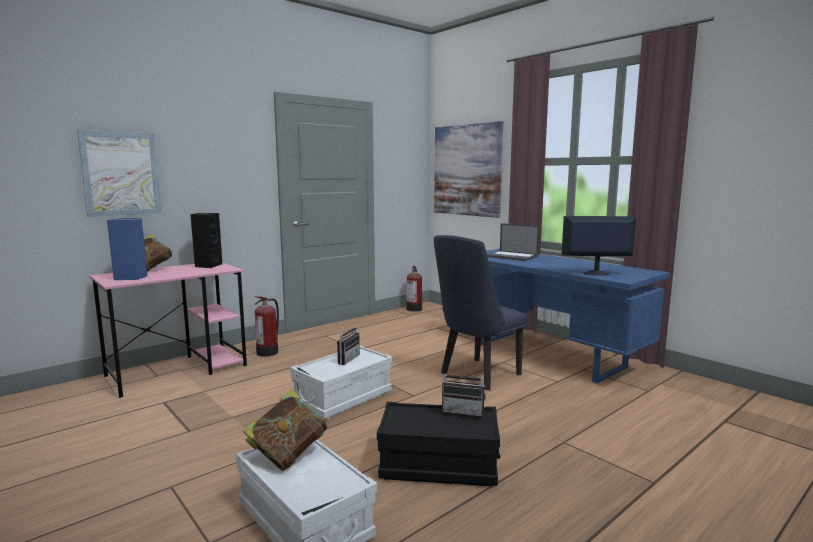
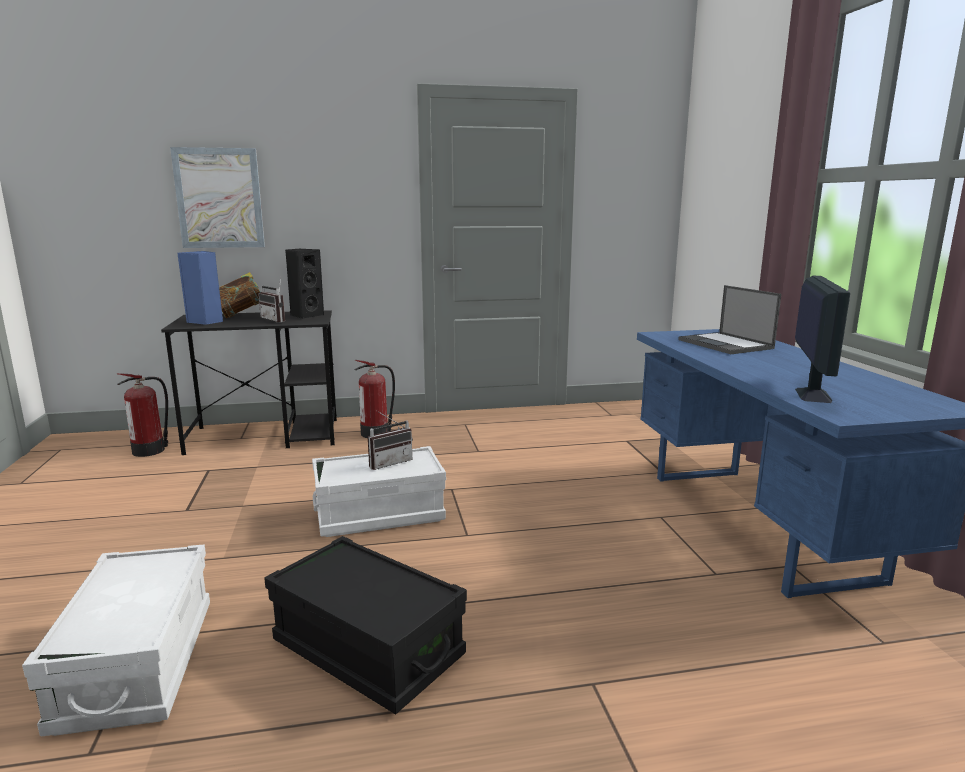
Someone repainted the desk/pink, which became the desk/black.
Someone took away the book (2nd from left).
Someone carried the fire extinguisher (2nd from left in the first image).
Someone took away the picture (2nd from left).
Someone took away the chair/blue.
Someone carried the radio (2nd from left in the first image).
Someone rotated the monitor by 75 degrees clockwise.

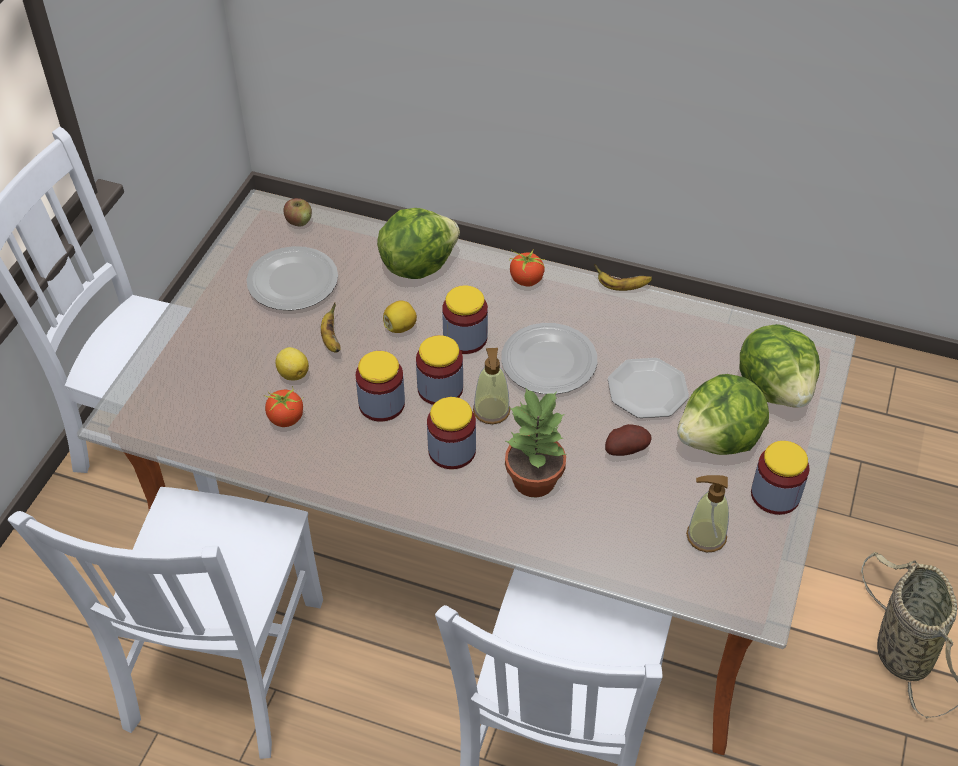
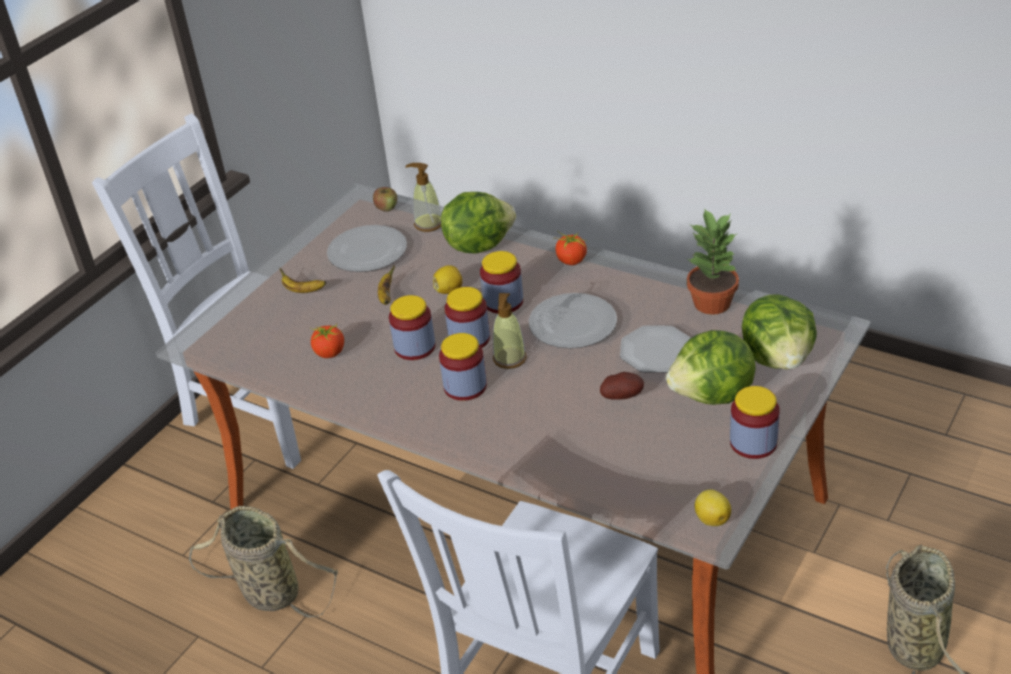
Someone swapped the chair/white (2nd from left) for the basket (1st from left).
Someone carried the lemon (1st from left in the first image).
Someone carried the potted plant.
Someone carried the banana (2nd from left in the first image).
Someone carried the soap dispenser (2nd from left in the first image).

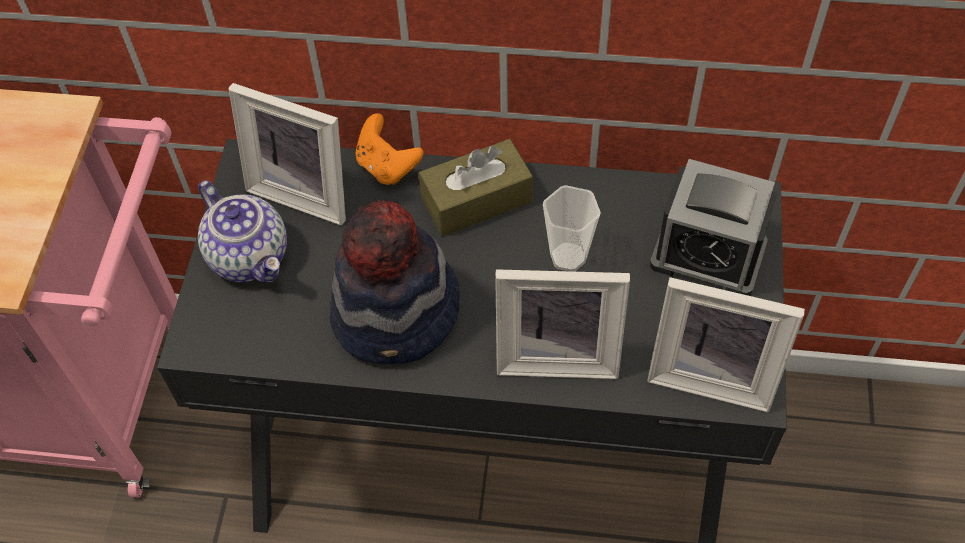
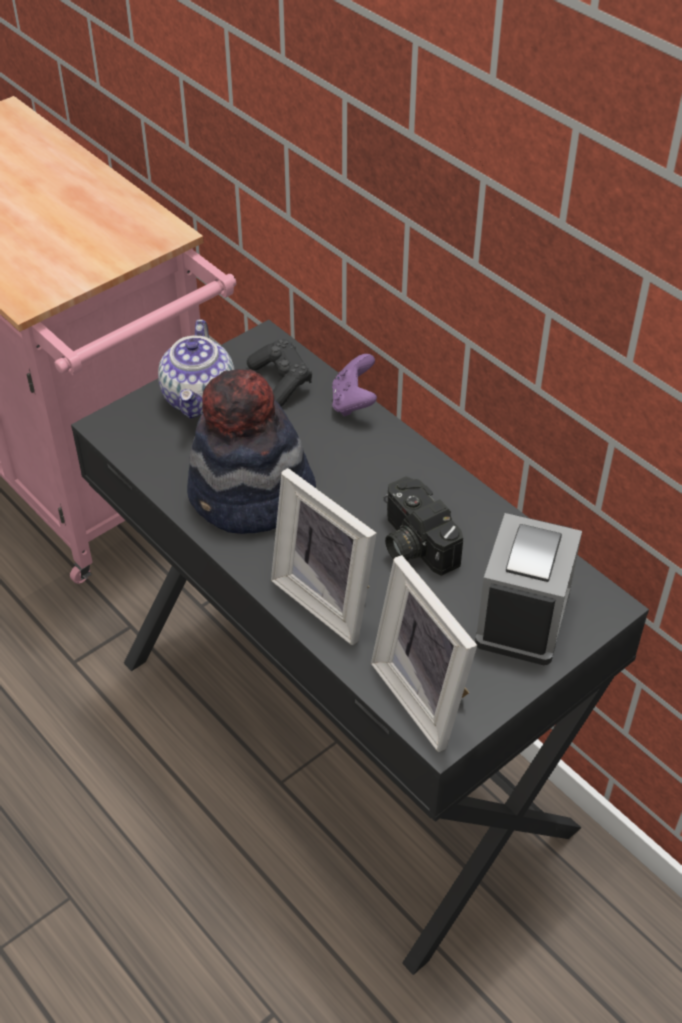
Someone swapped the picture frame (1st from left) for the game controller/black.
Someone repainted the game controller/orange, which became the game controller/purple.
Someone took away the tissue box/brown.
Someone swapped the cup for the photo camera.
Someone rotated the alarm clock by 135 degrees counterclockwise.

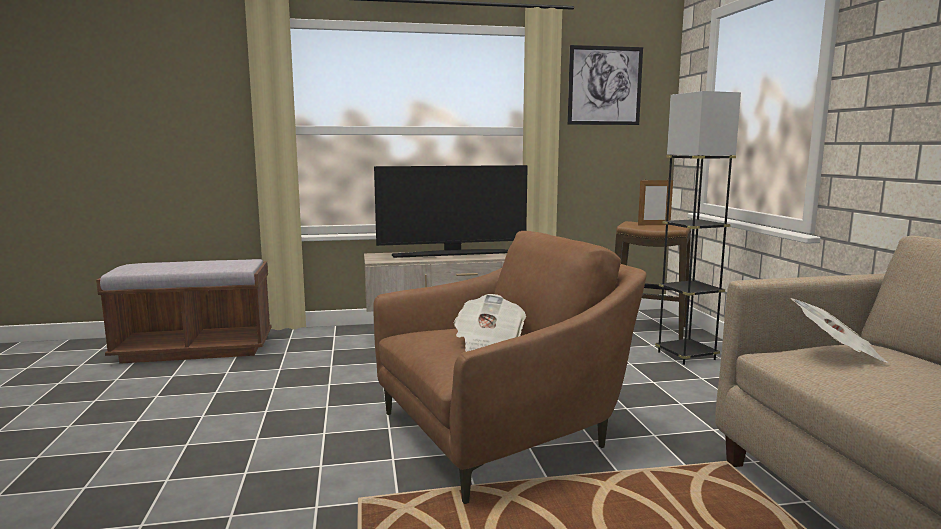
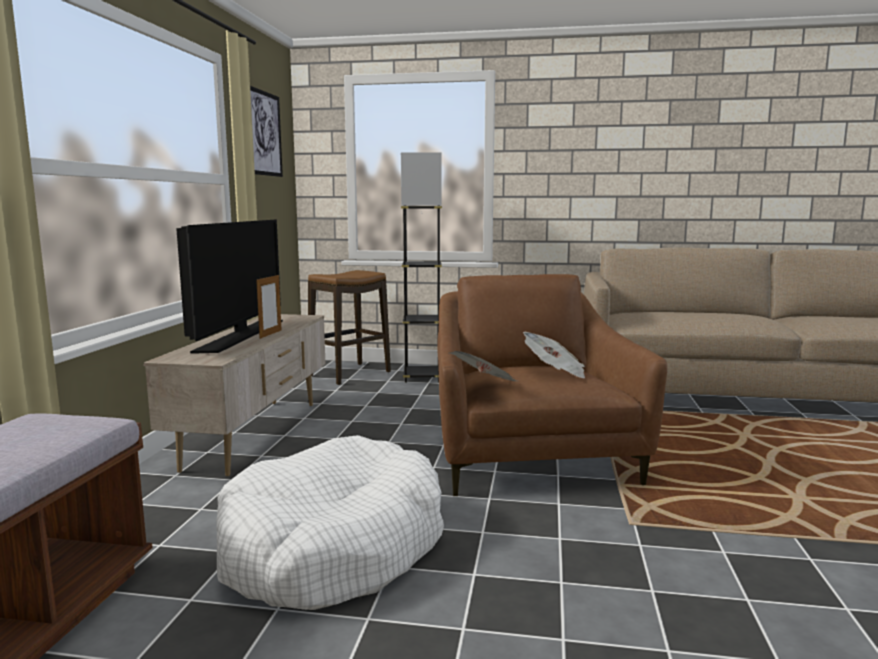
Someone carried the picture frame.
Someone carried the newspaper (2nd from left in the first image).
Someone put down the dog bed/white.

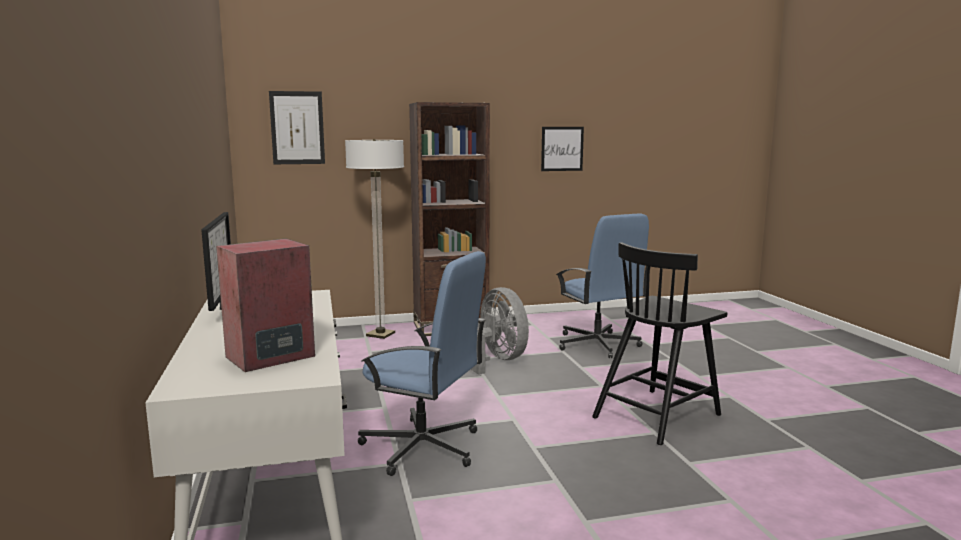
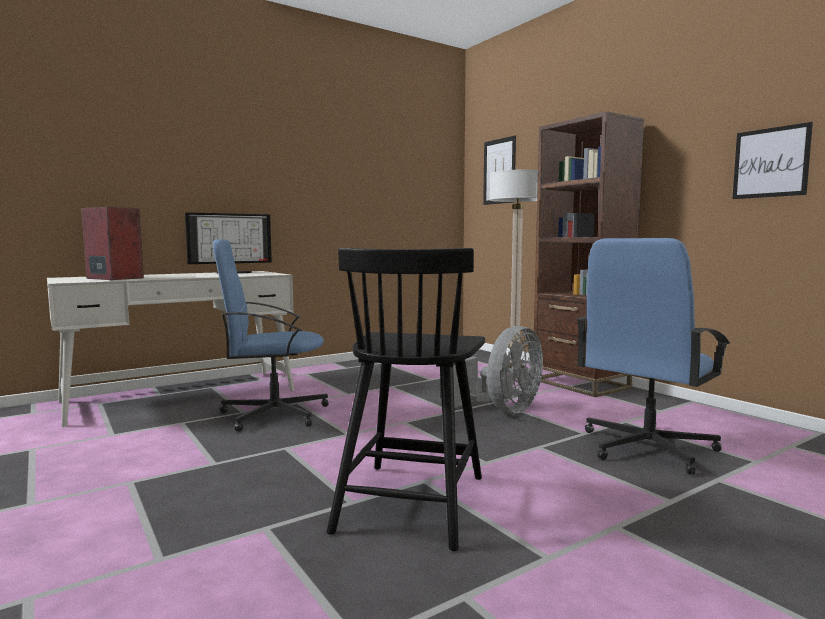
Someone rotated the office chair/blue (1st from left) by 75 degrees clockwise.
Someone rotated the chair/black by 105 degrees counterclockwise.

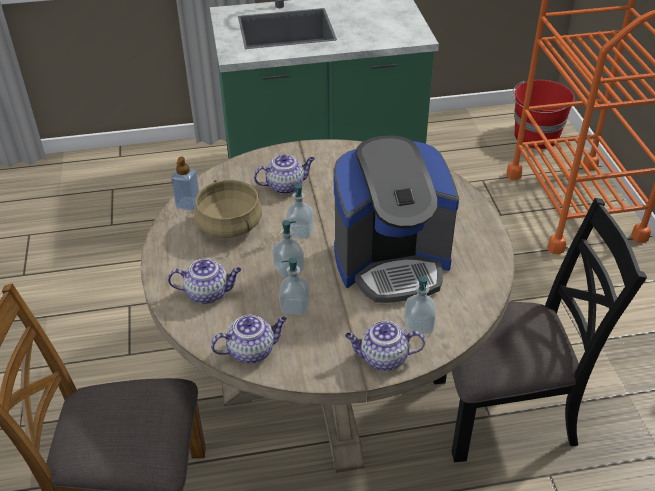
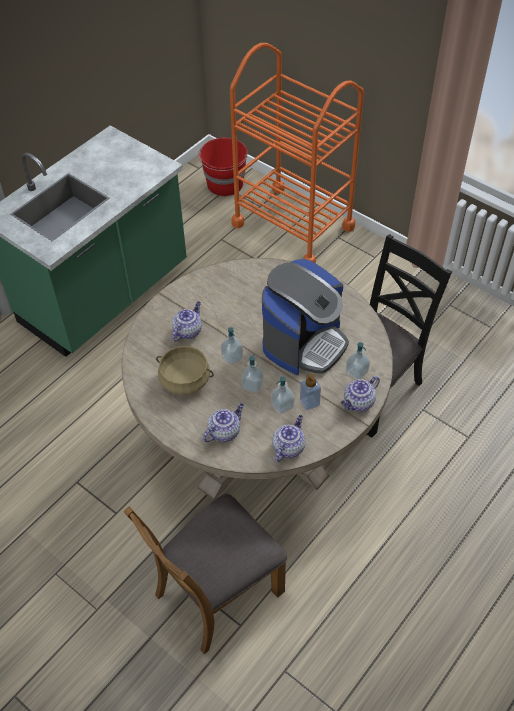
Someone carried the soap dispenser (1st from left in the first image).

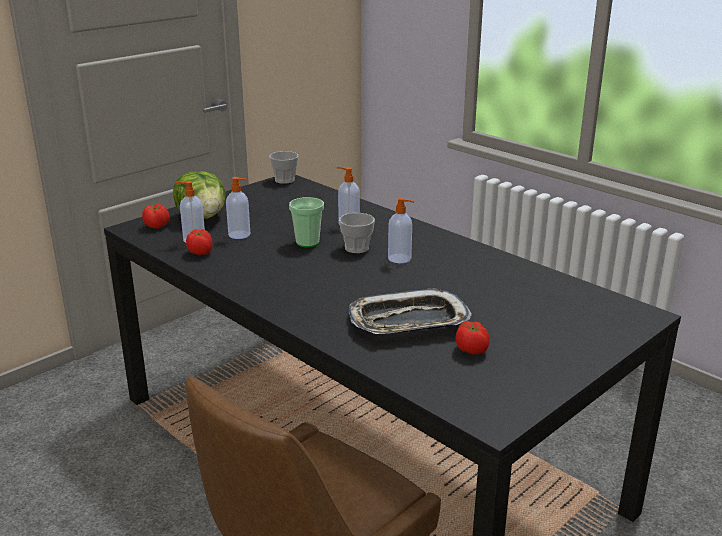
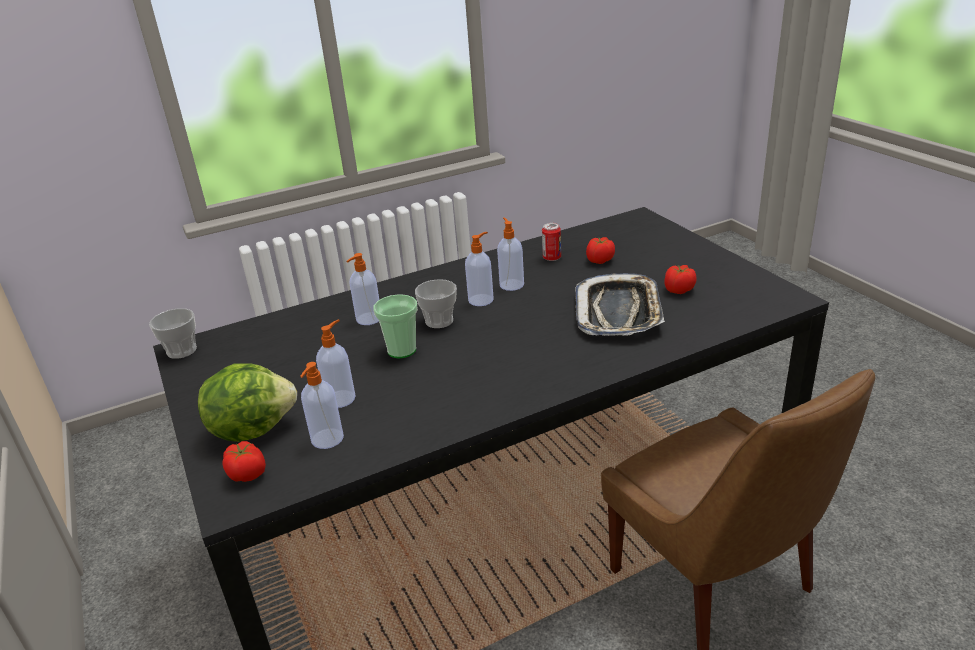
Someone carried the tomato (2nd from left).
Someone put down the soap dispenser (5th from left).
Someone put down the can.

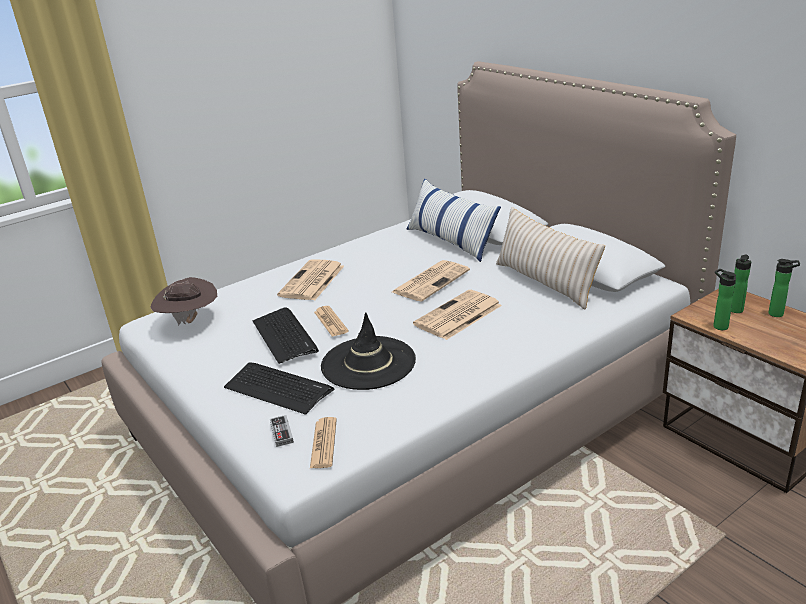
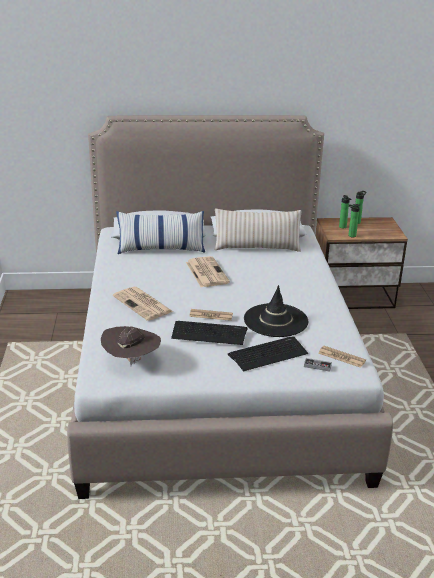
Someone took away the newspaper (5th from left).

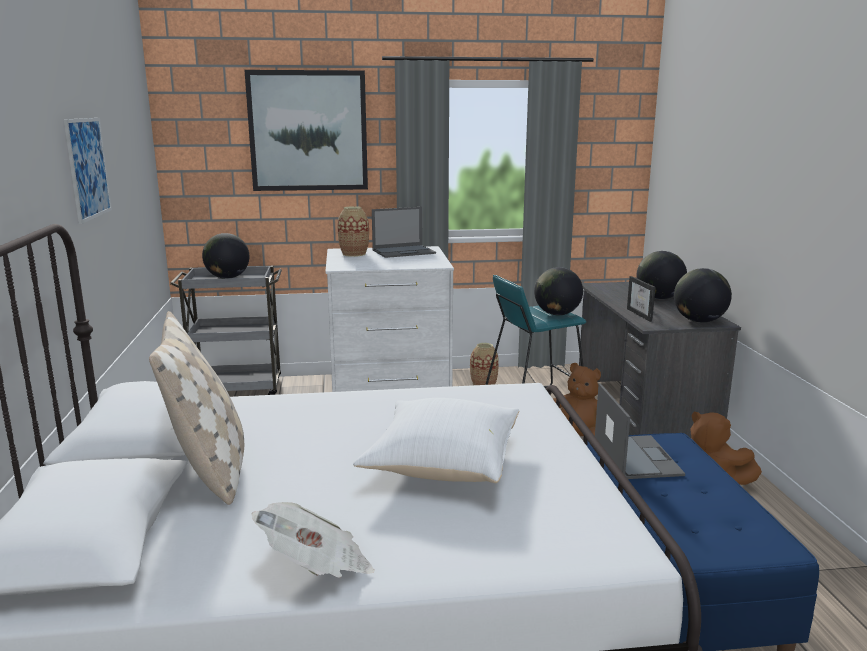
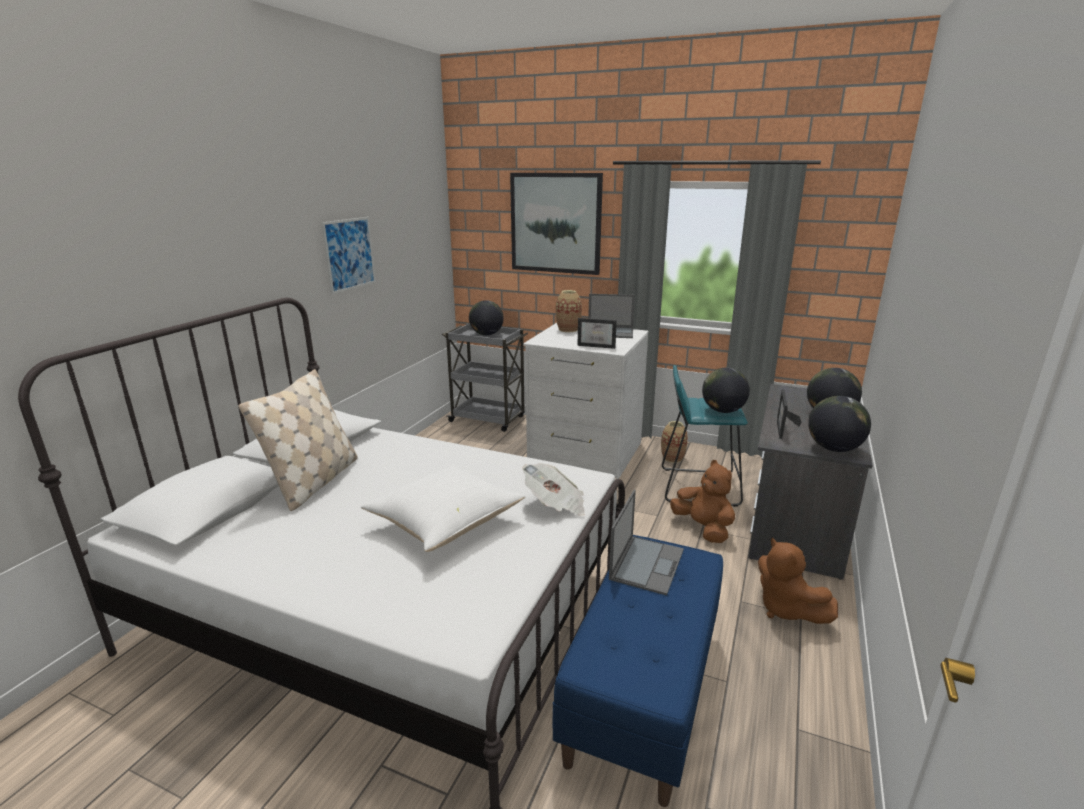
Someone carried the newspaper.
Someone put down the picture frame (1st from left).

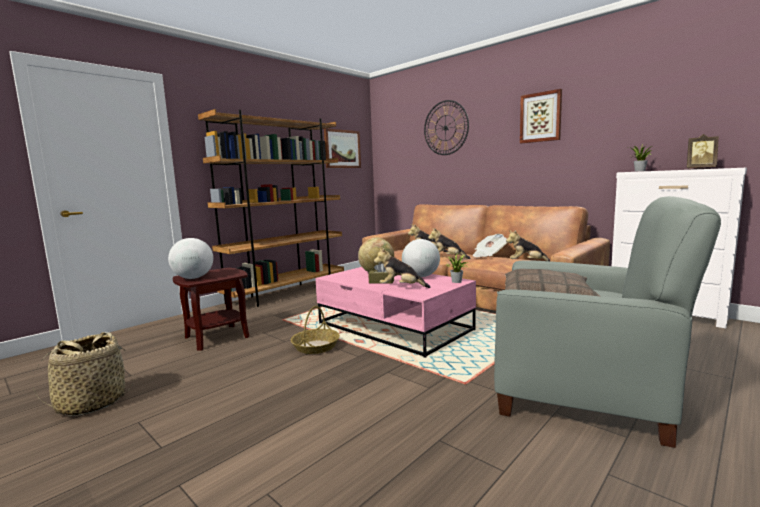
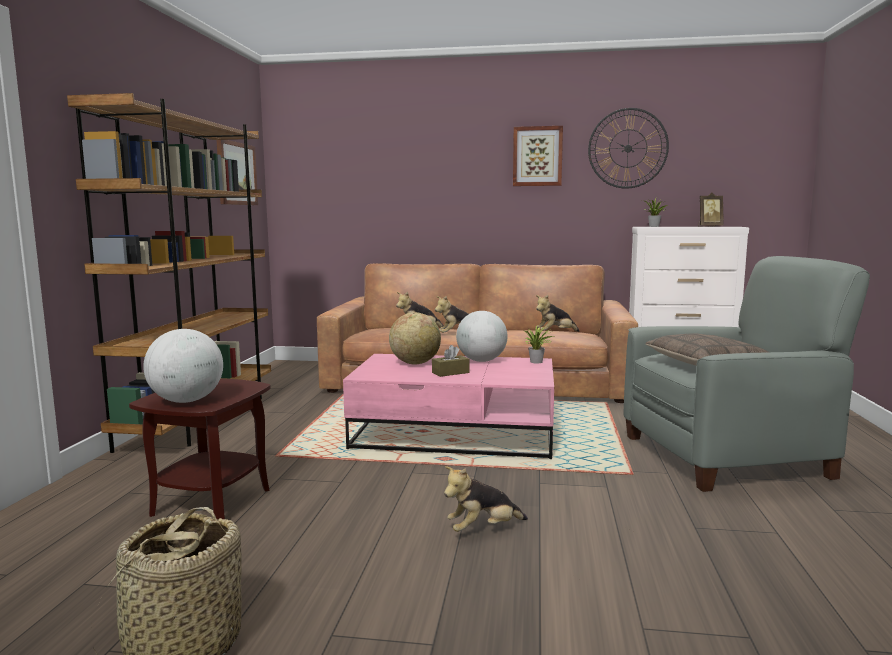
Someone took away the basket (2nd from left).
Someone carried the plush toy (1st from left in the first image).
Someone carried the wall clock.
Someone took away the newspaper.

